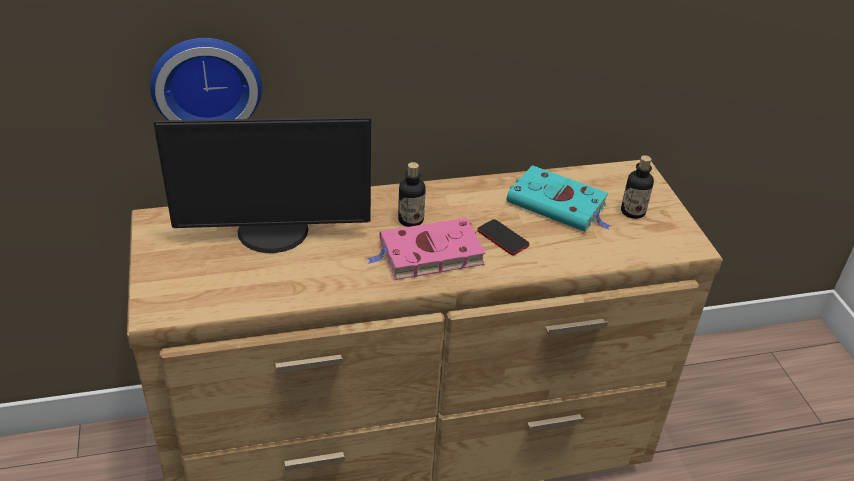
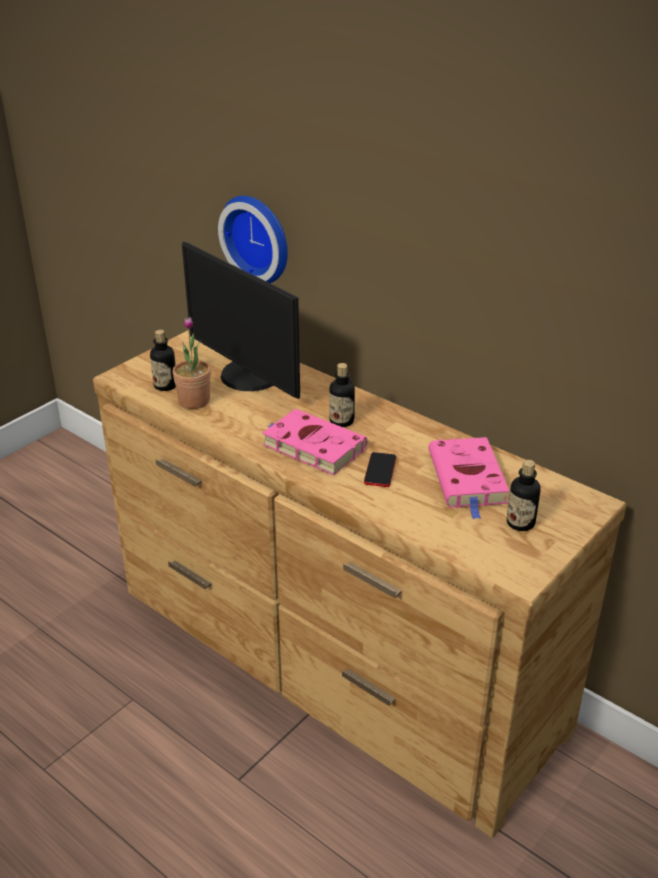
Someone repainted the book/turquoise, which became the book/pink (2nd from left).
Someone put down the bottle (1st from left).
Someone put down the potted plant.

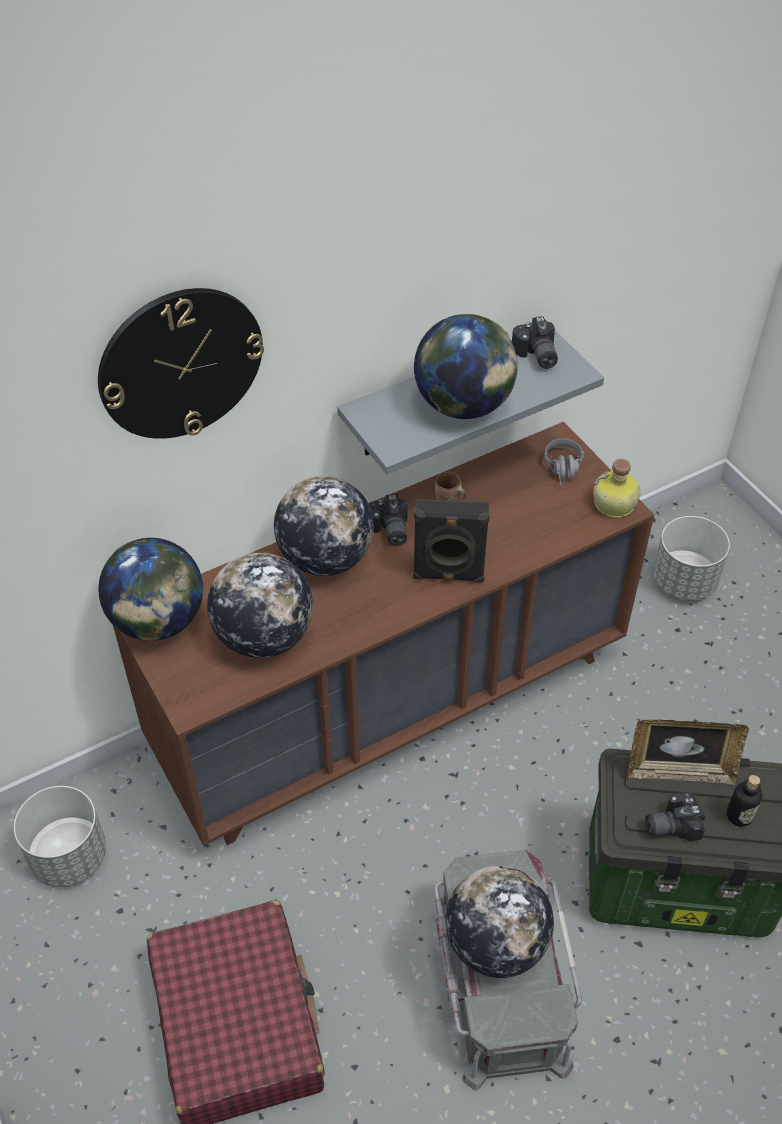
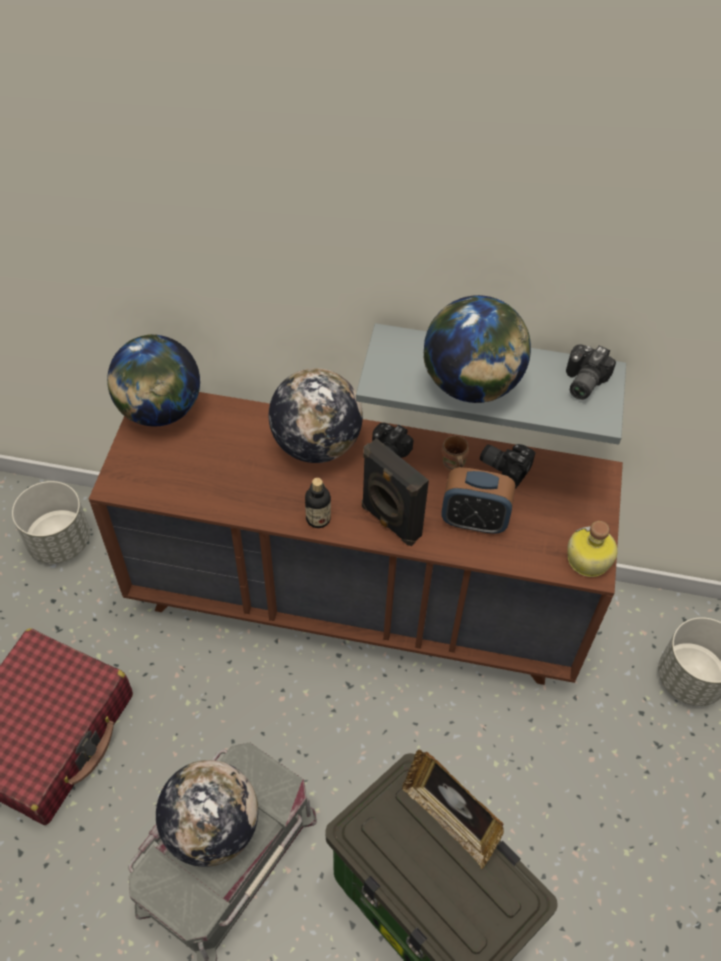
Someone took away the wall clock.
Someone took away the globe (2nd from left).
Someone took away the headphones/grey.
Someone carried the photo camera (3rd from left in the first image).
Someone carried the bottle (2nd from left in the first image).
Someone put down the alarm clock.

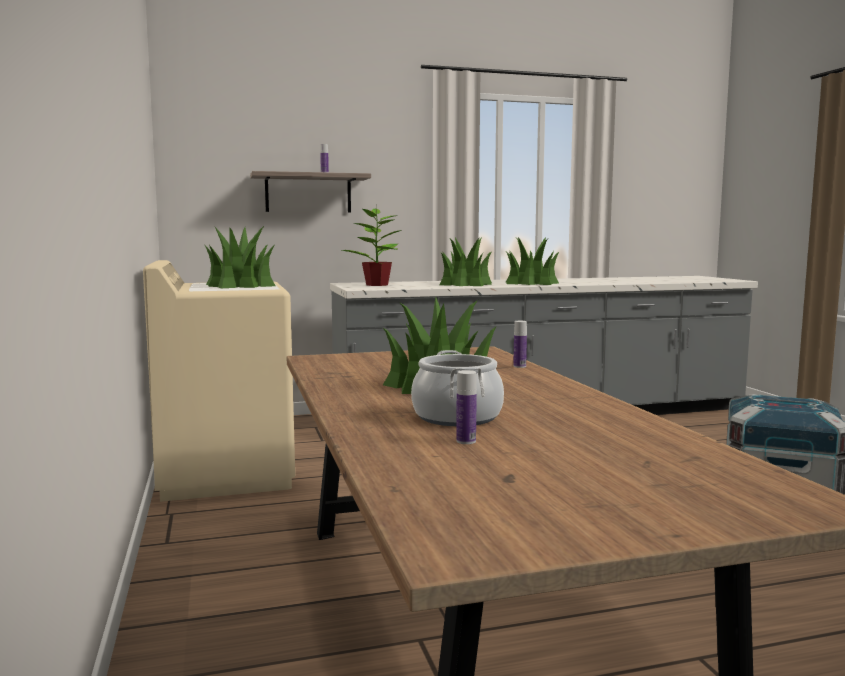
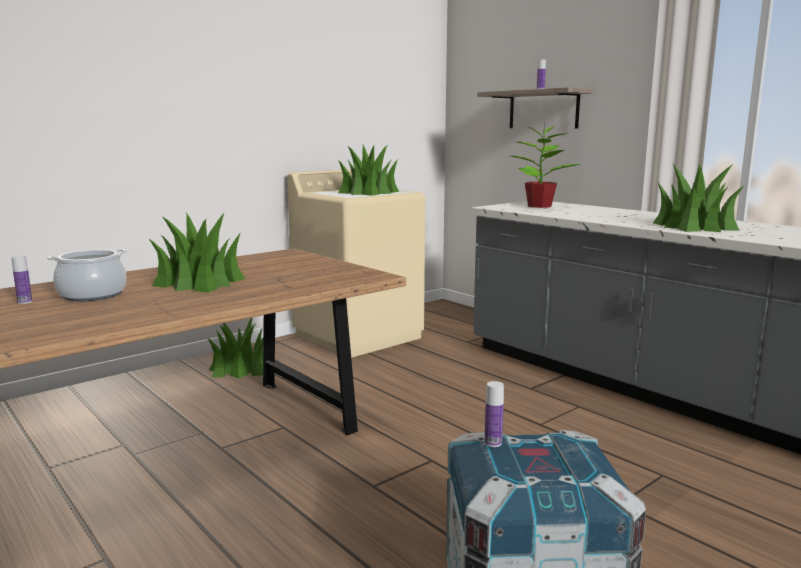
Someone carried the potted plant (4th from left in the first image).
Someone carried the bottle (3rd from left in the first image).

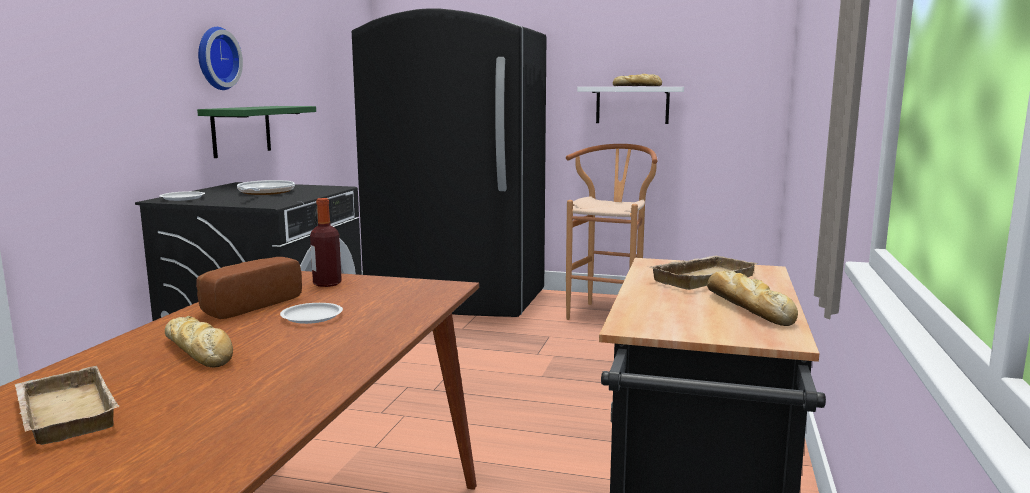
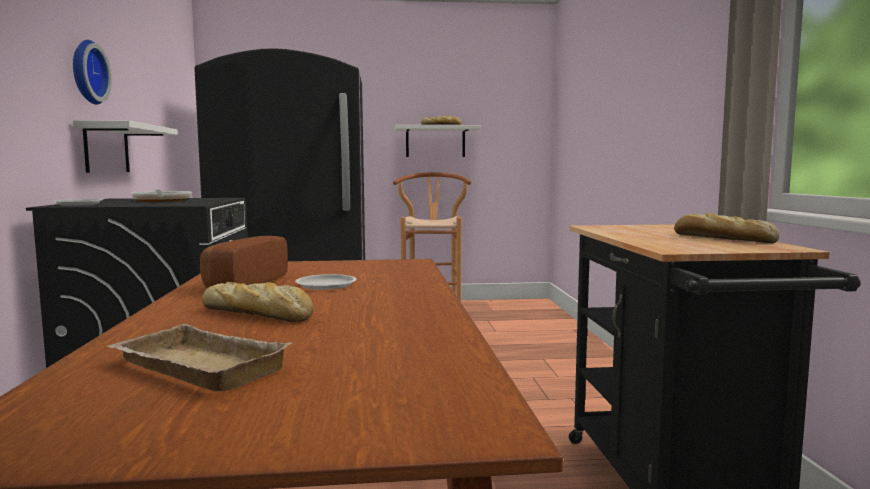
Someone repainted the shelf/green, which became the shelf/white (1st from left).
Someone took away the bottle.
Someone took away the tray/beige (2nd from left).

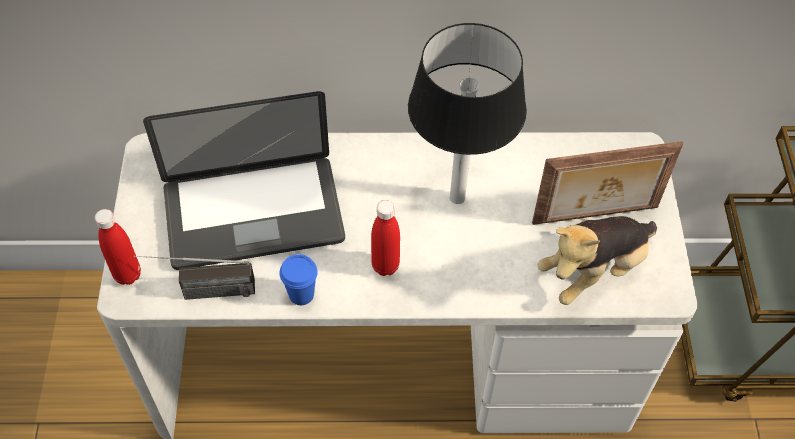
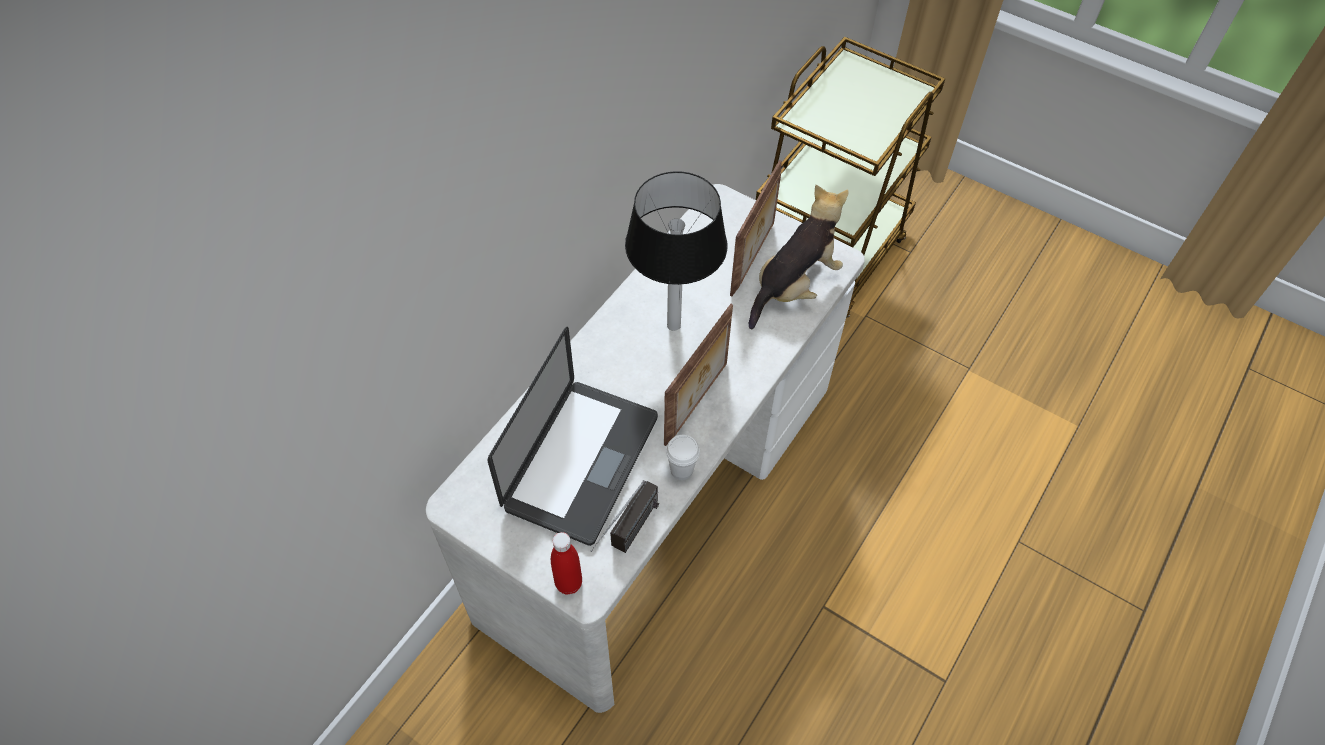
Someone repainted the cup/blue, which became the cup/white.
Someone swapped the bottle/red (2nd from left) for the picture frame (1st from left).
Someone rotated the plush toy by 135 degrees counterclockwise.

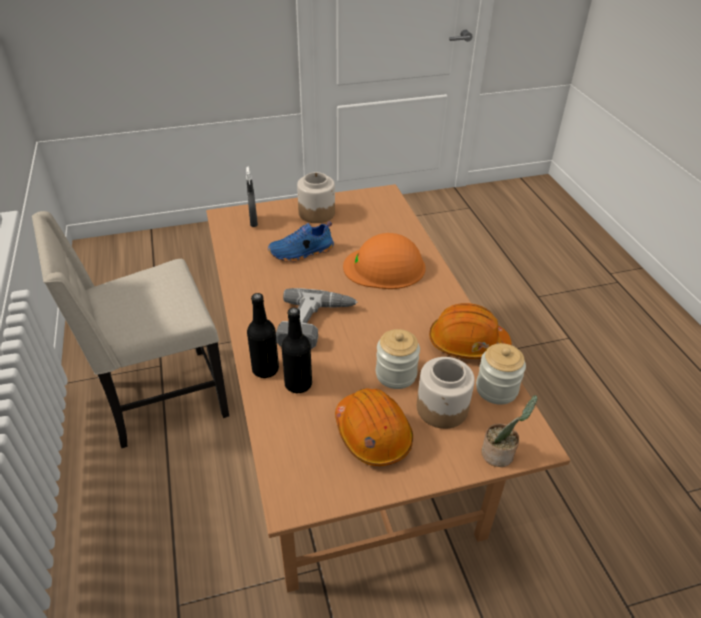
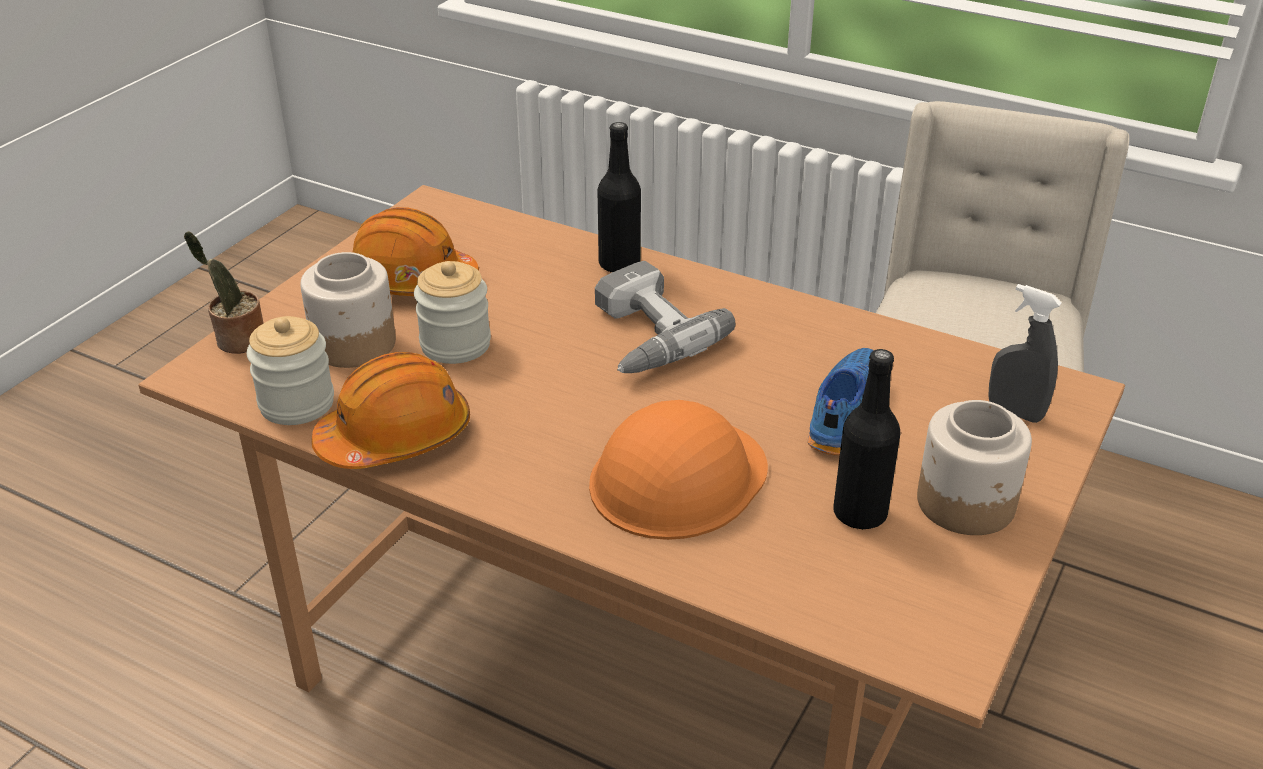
Someone carried the bottle/black (2nd from left).

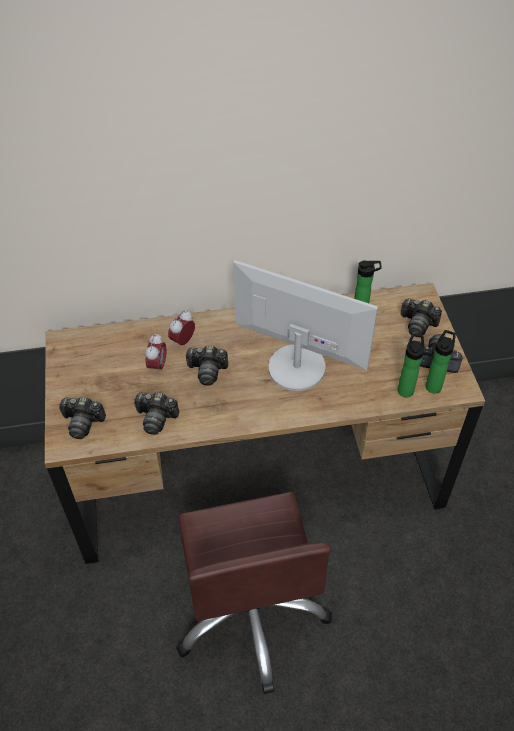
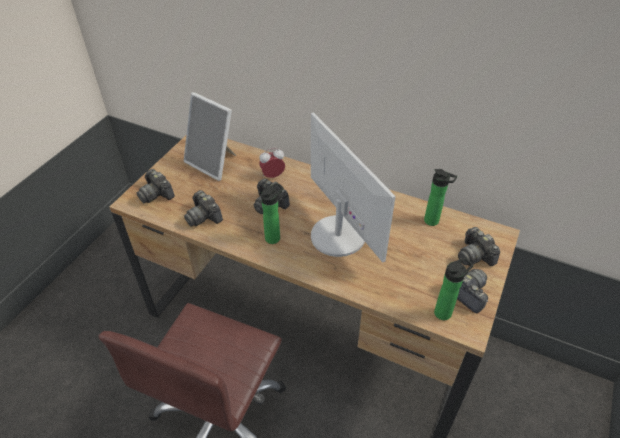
Someone took away the alarm clock (1st from left).
Someone carried the bottle (2nd from left in the first image).
Someone put down the picture frame.

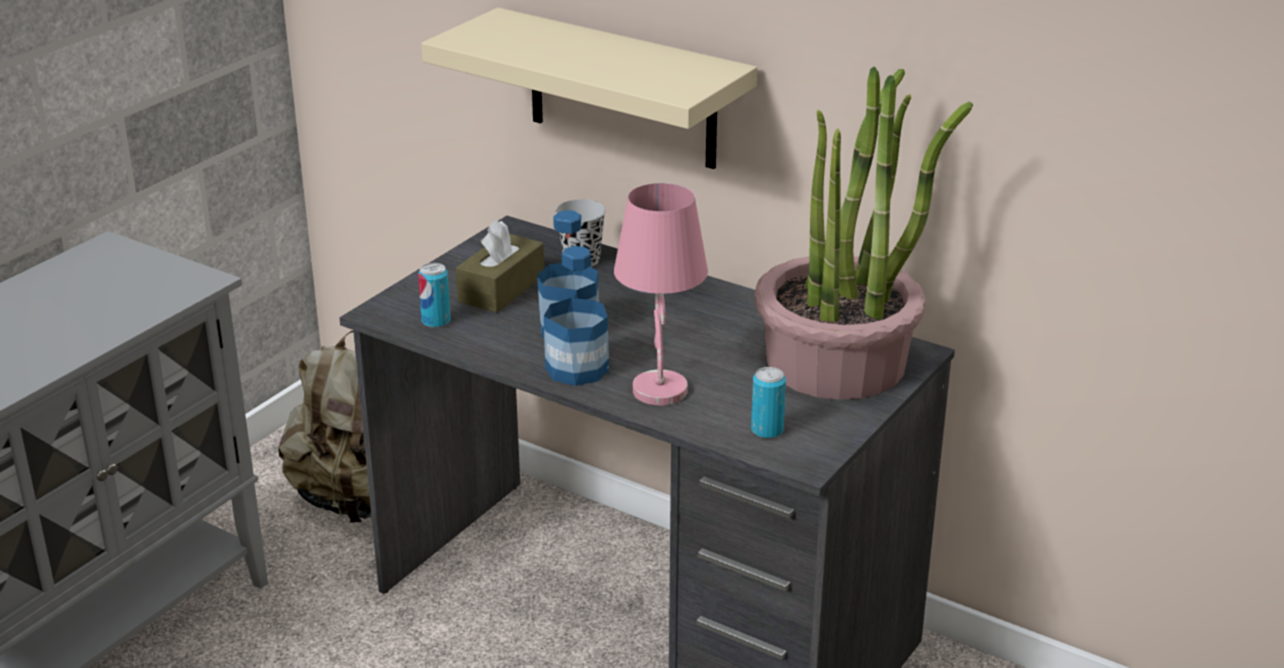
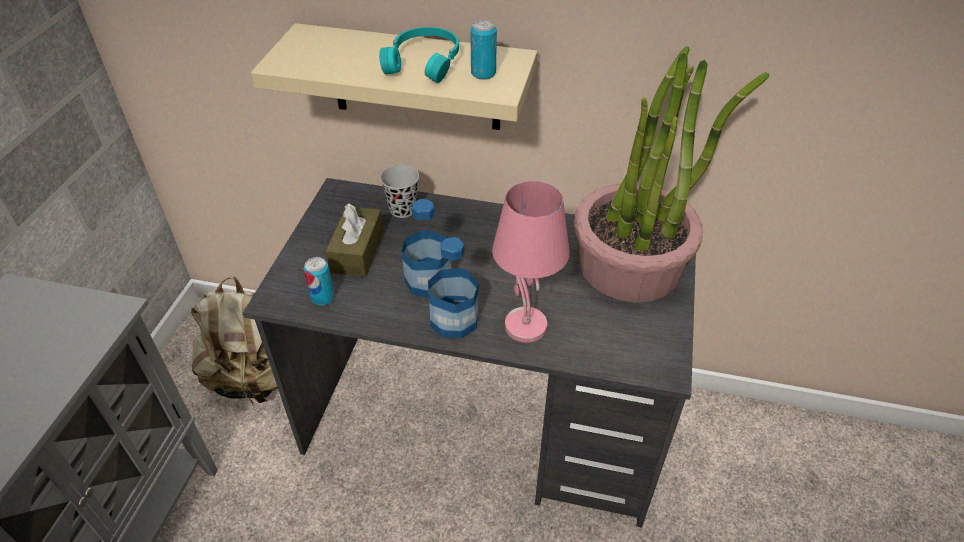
Someone carried the can (2nd from left).
Someone put down the headphones/turquoise.

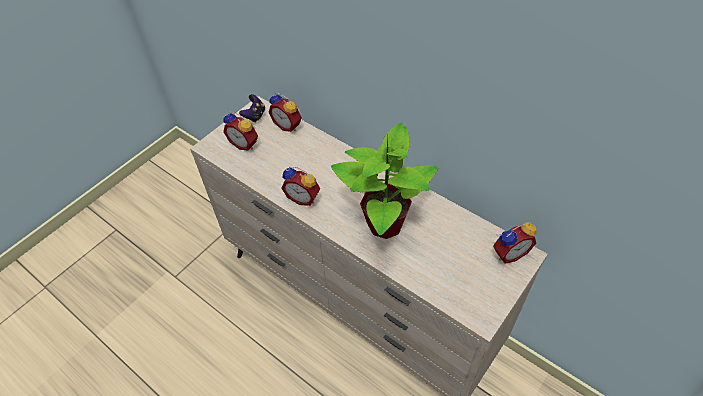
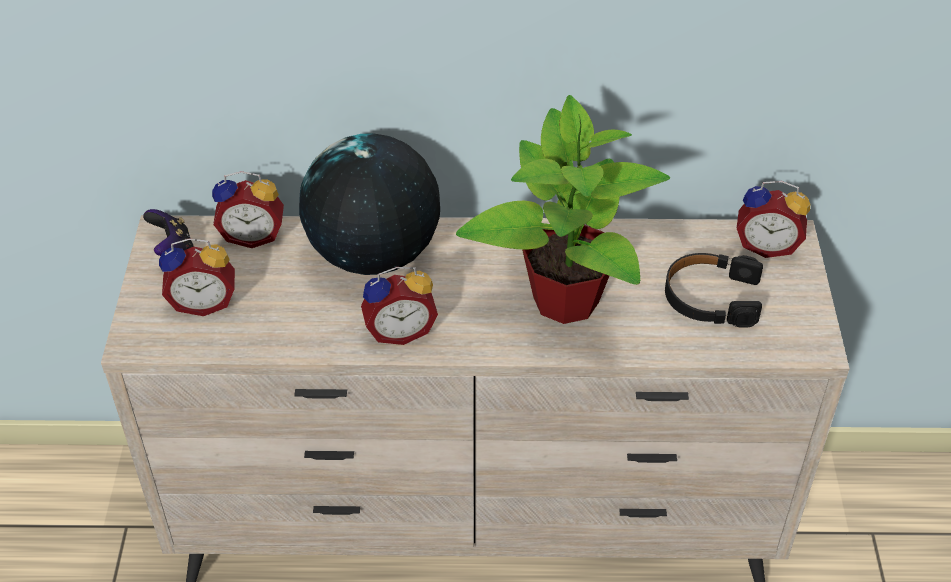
Someone rotated the alarm clock (4th from left) by 75 degrees clockwise.
Someone put down the globe.
Someone put down the headphones/black.

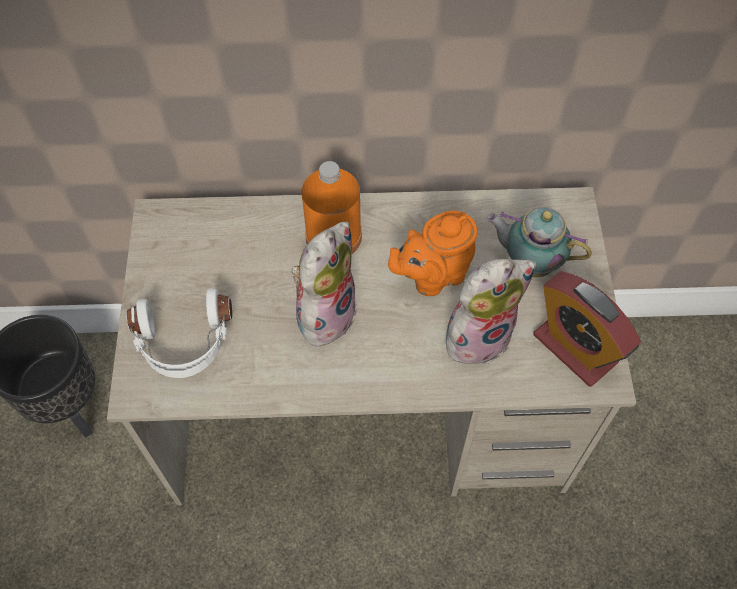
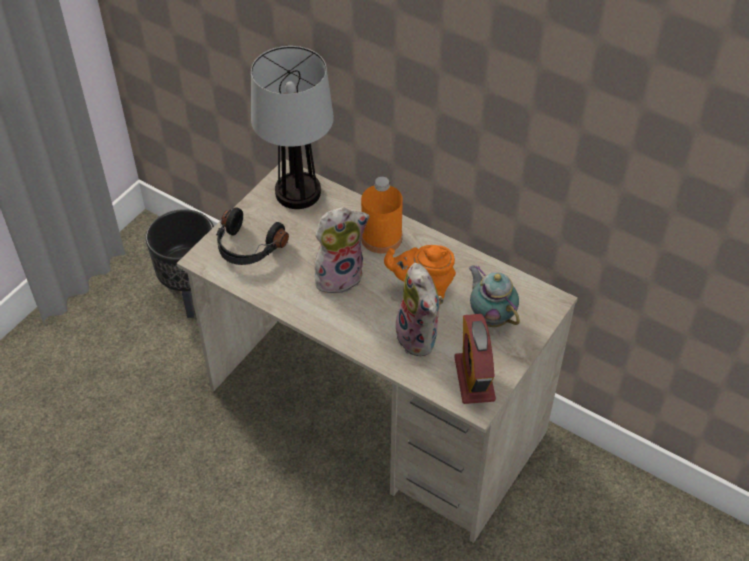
Someone repainted the headphones/white, which became the headphones/black.
Someone rotated the plush toy (2nd from left) by 60 degrees clockwise.
Someone put down the table lamp.

